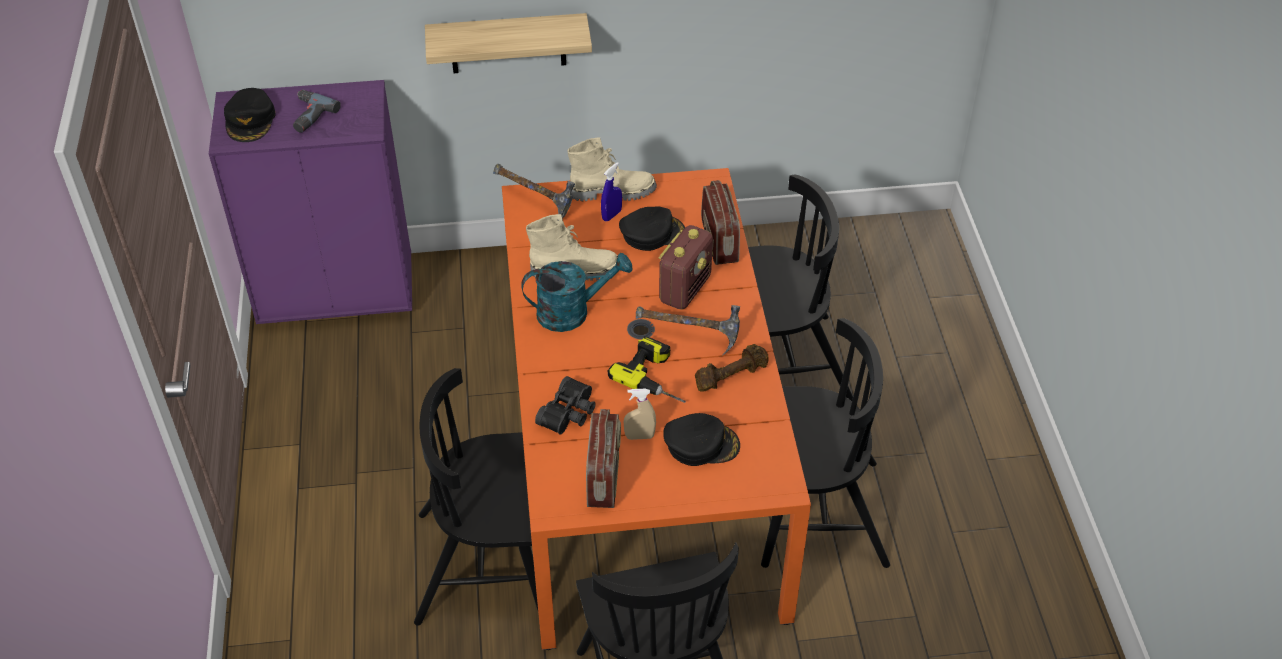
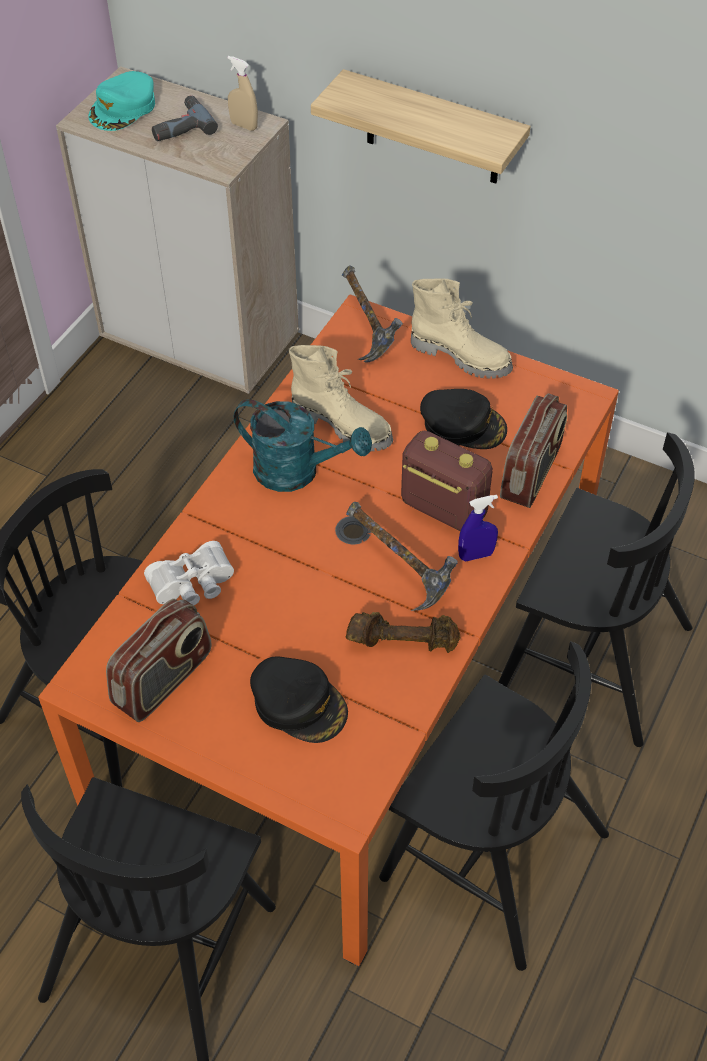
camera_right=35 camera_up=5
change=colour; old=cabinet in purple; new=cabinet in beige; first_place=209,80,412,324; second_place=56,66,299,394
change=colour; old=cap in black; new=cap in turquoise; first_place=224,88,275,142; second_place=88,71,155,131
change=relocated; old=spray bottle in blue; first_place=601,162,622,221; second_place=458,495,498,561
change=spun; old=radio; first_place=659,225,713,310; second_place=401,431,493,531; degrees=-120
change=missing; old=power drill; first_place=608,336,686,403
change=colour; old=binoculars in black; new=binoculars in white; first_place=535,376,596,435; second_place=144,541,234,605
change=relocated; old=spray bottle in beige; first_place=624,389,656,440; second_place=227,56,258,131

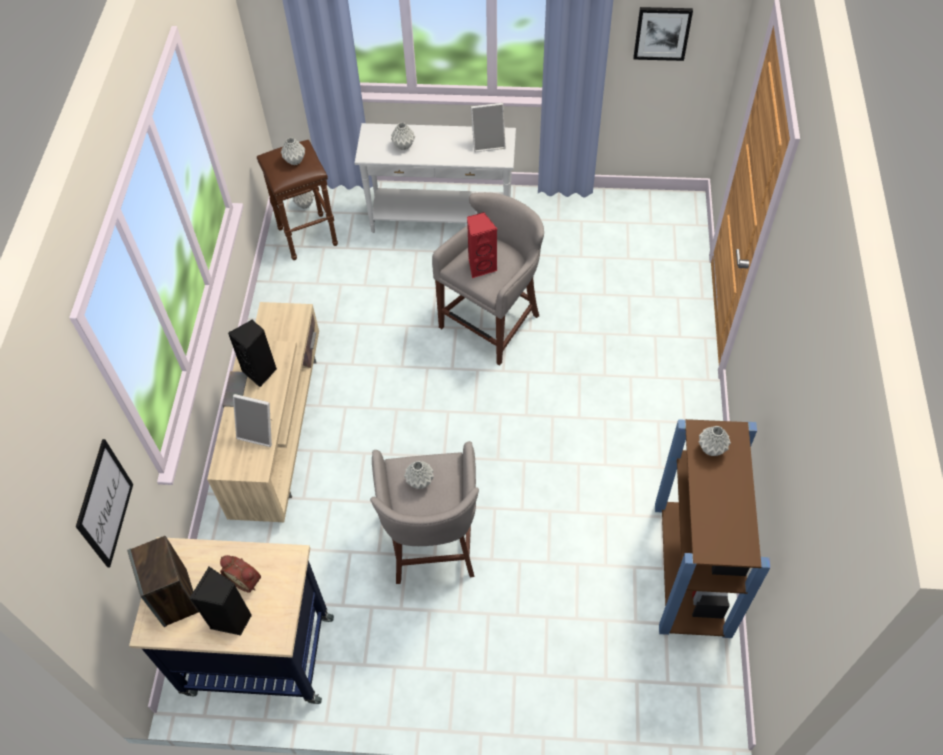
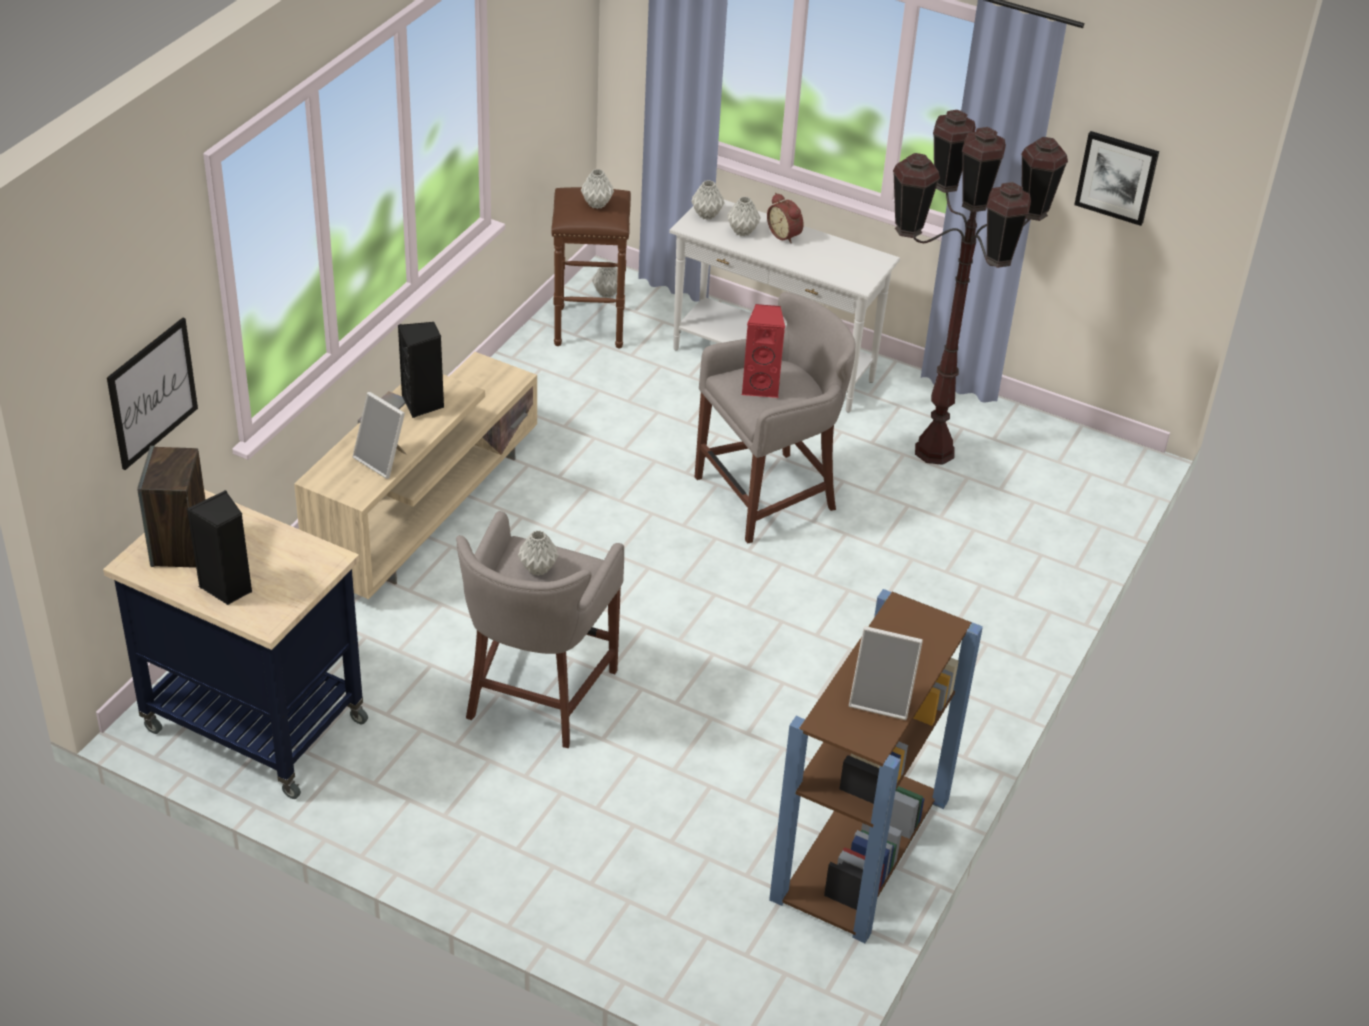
camera_right=20 camera_up=-15
change=relocated; old=picture frame; first_place=471,103,506,152; second_place=849,626,923,720
change=relocated; old=vase in grey; first_place=699,426,731,456; second_place=691,180,725,220
change=relocated; old=alarm clock; first_place=220,555,261,593; second_place=767,193,804,243
change=appeared; new=floor lamp in brown; second_place=893,110,1068,465

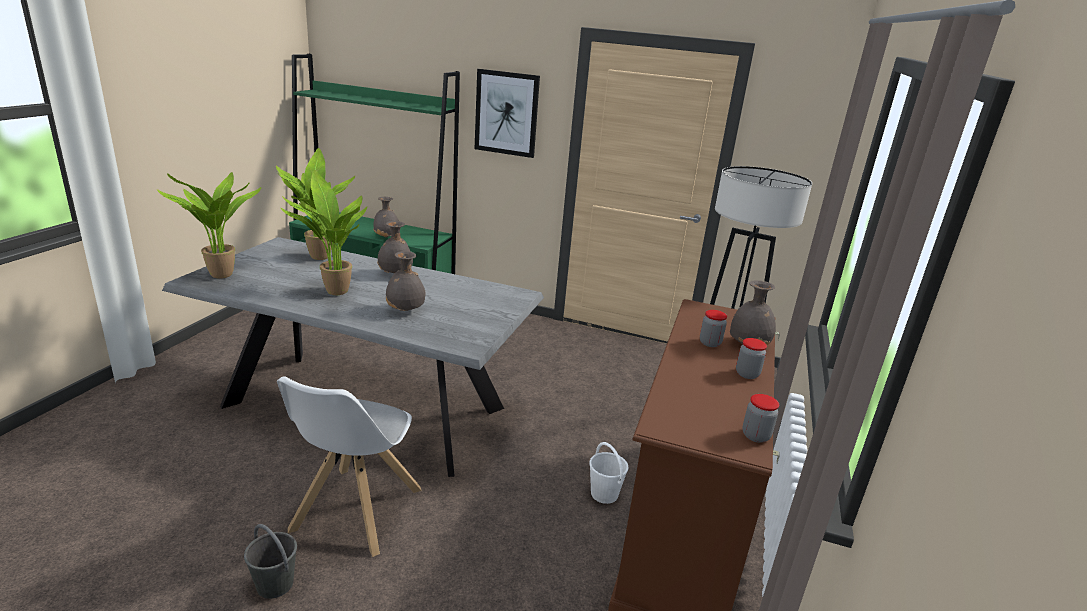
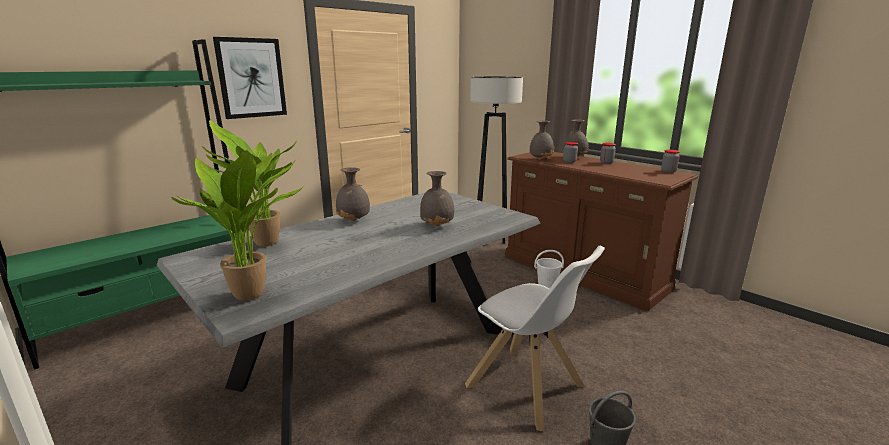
camera_right=-60 camera_up=-5
change=missing; old=potted plant; first_place=281,170,367,295
change=relocated; old=vase in grey; first_place=373,197,399,237; second_place=530,120,554,160

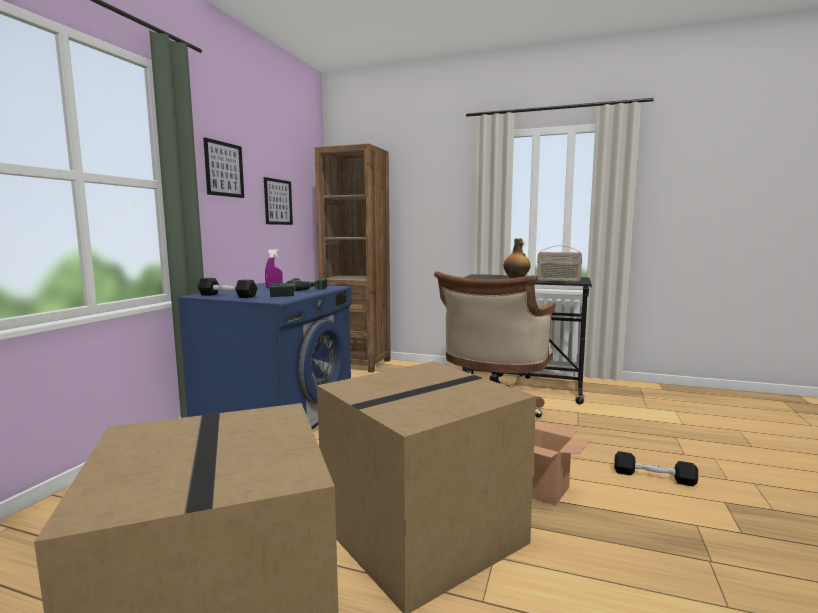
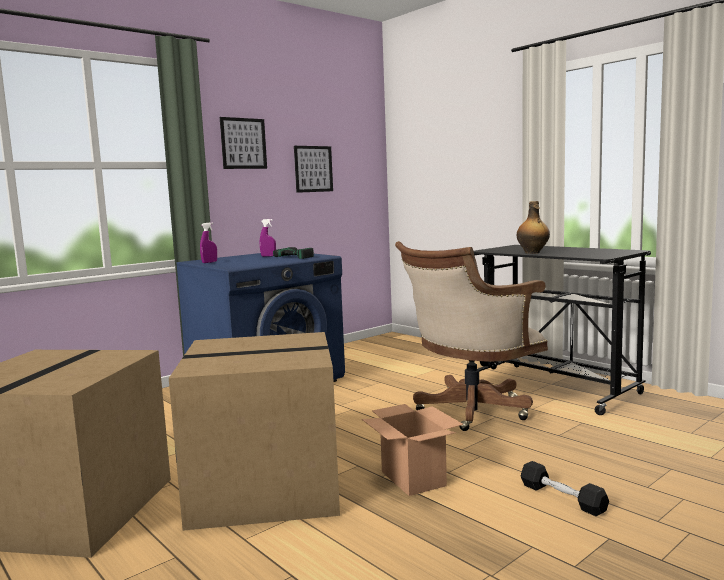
camera_right=30 camera_up=0
change=missing; old=bookcase in brown; first_place=315,144,391,373
change=missing; old=radio; first_place=537,246,582,282
change=exchanged; old=dumbbell in black; new=spray bottle in purple; first_place=198,278,257,298; second_place=200,222,217,263
change=missing; old=power drill; first_place=270,282,316,297

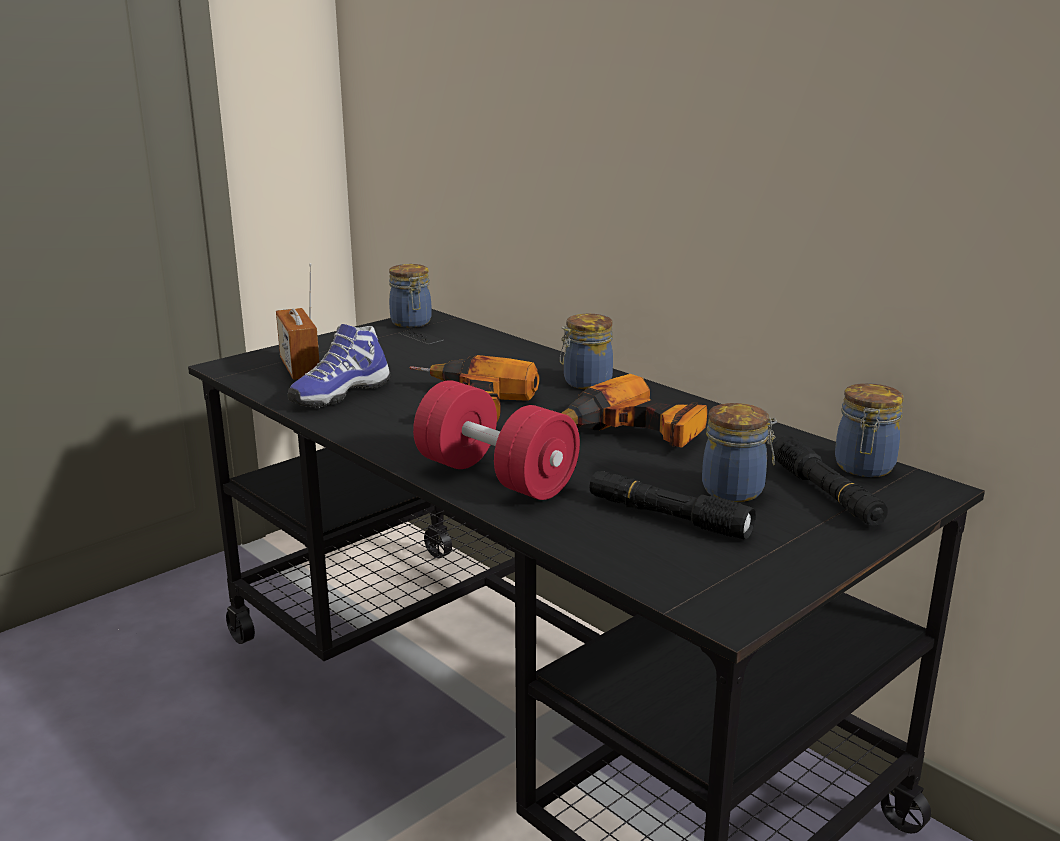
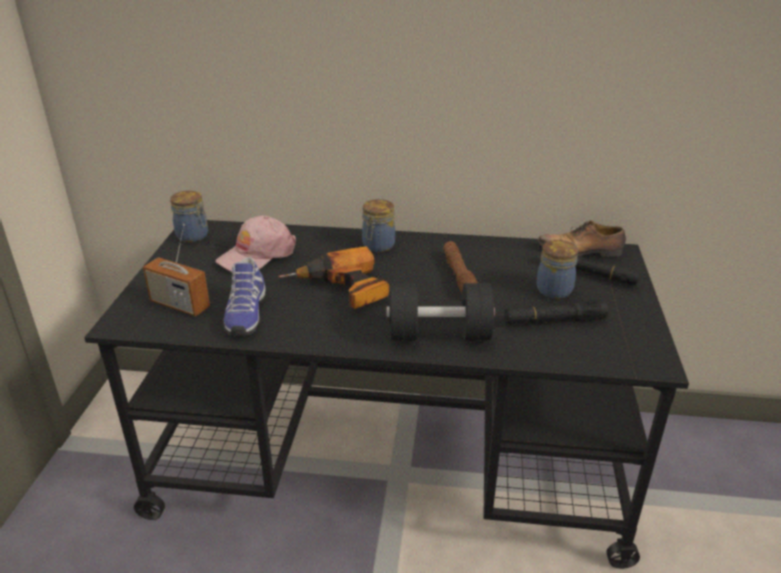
camera_right=-40 camera_up=10
change=exchanged; old=power drill; new=flashlight in brown; first_place=562,374,707,448; second_place=443,241,478,294
change=colour; old=dumbbell in red; new=dumbbell in black; first_place=413,380,580,500; second_place=386,283,495,340
change=exchanged; old=jar; new=shoe; first_place=835,383,904,477; second_place=538,220,626,257
change=appeared; new=cap in pink; second_place=215,215,296,272

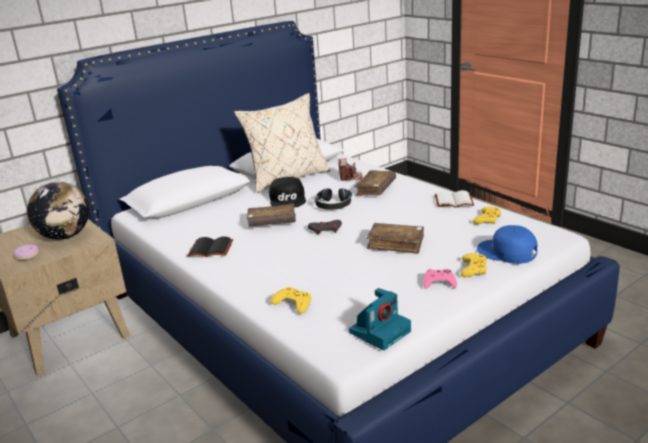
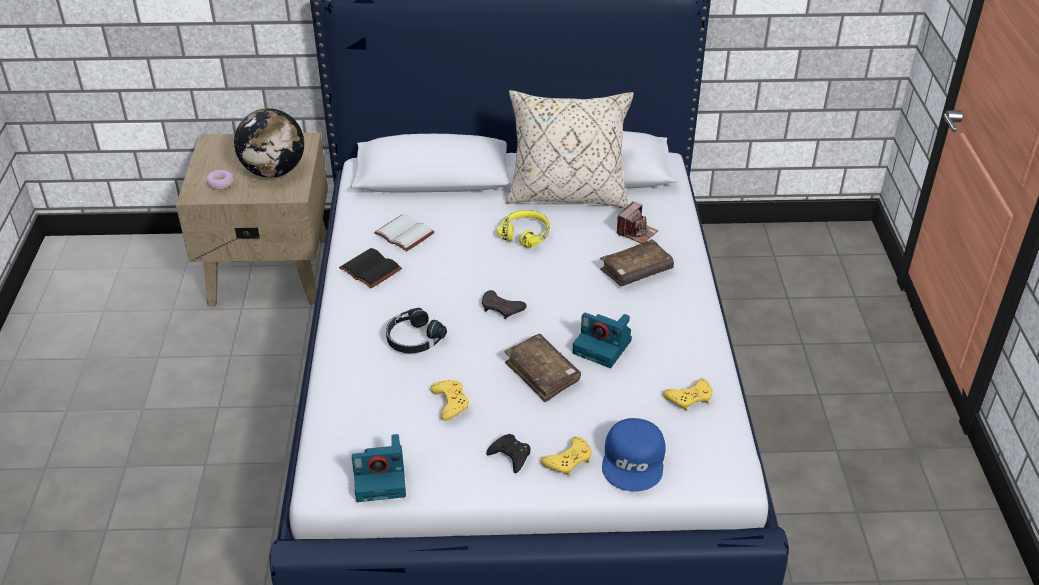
camera_right=35 camera_up=15
change=exchanged; old=cap in black; new=headphones in yellow; first_place=269,177,306,208; second_place=498,210,550,248
change=relocated; old=headphones in black; first_place=315,188,352,210; second_place=386,308,447,354
change=relocated; old=book in white; first_place=435,190,474,208; second_place=374,214,435,251
change=missing; old=book in brown; first_place=247,203,296,227
change=spun; old=cap in blue; first_place=477,225,537,264; second_place=602,418,666,492; degrees=-150
change=colour; old=game controller in pink; new=game controller in black; first_place=423,269,457,289; second_place=486,434,531,473
change=relocated; old=game controller in yellow; first_place=270,287,311,314; second_place=430,380,469,421
change=appeared; new=photo camera; second_place=573,312,632,368

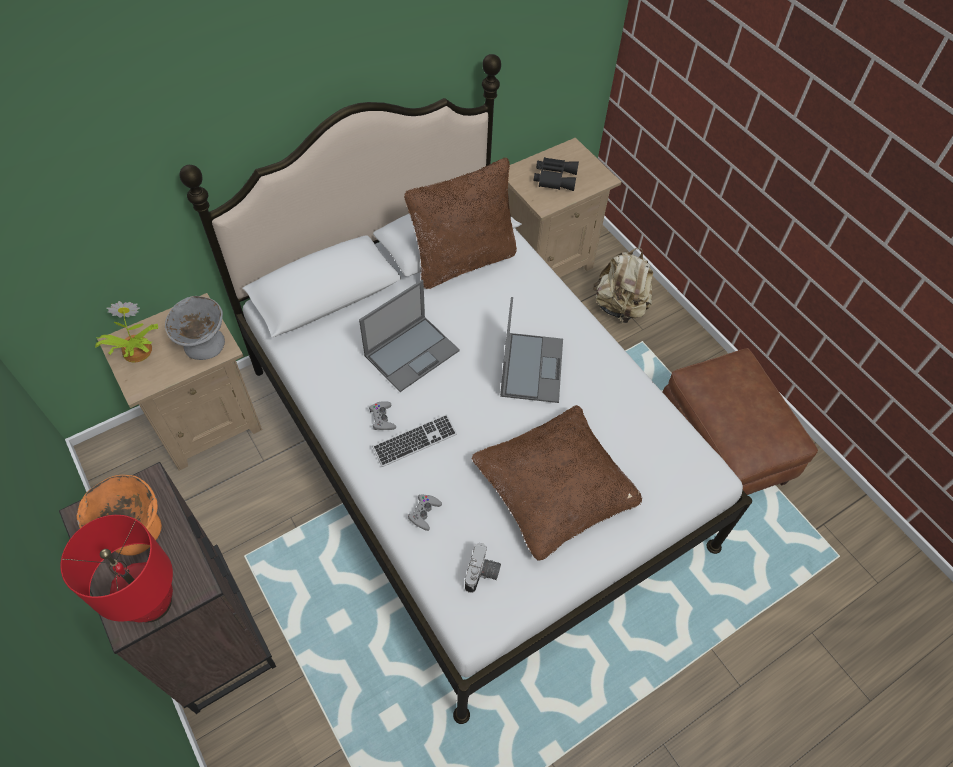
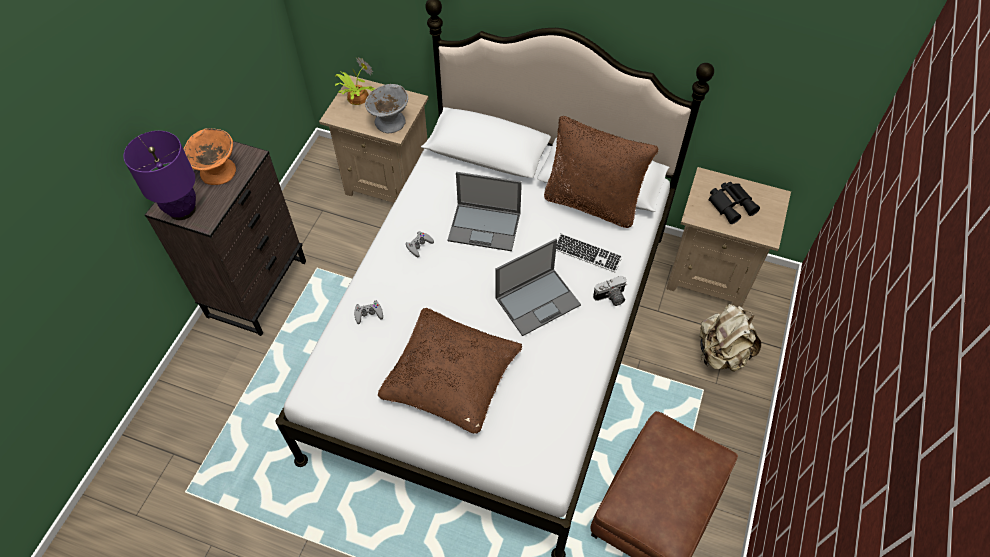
camera_right=55 camera_up=0
change=relocated; old=keyboard; first_place=372,414,457,467; second_place=556,233,623,272
change=colour; old=table lamp in red; new=table lamp in purple; first_place=60,515,173,622; second_place=124,131,196,220
change=relocated; old=photo camera; first_place=465,543,501,593; second_place=593,276,626,306

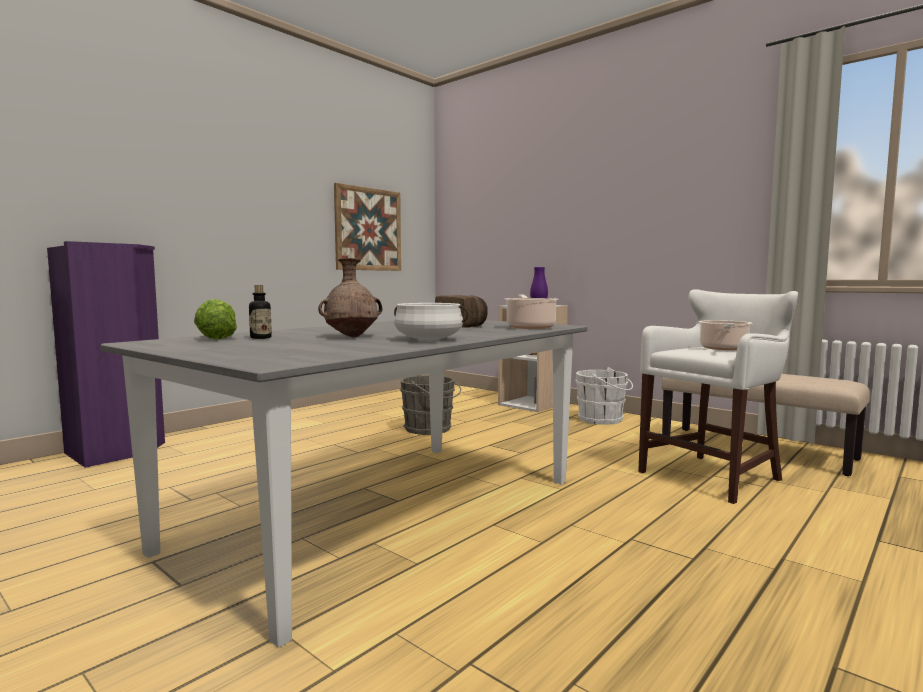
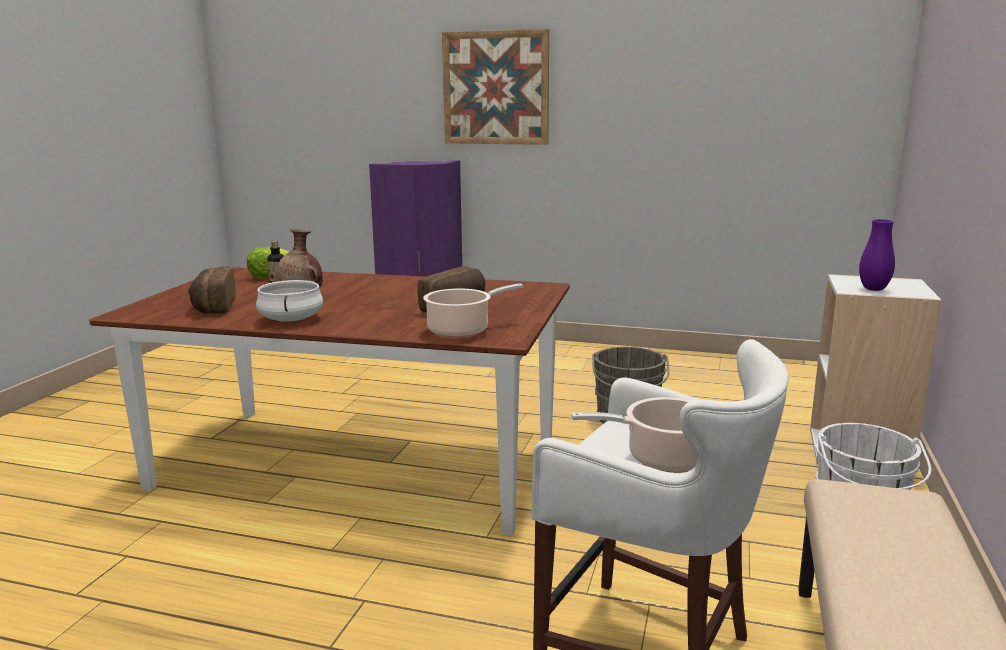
camera_right=65 camera_up=10
change=relocated; old=picture; first_place=334,183,401,271; second_place=442,29,549,145
change=colour; old=dining table in grey; new=dining table in brown; first_place=100,320,588,648; second_place=89,267,570,535
change=appeared; new=bread; second_place=188,266,236,314

